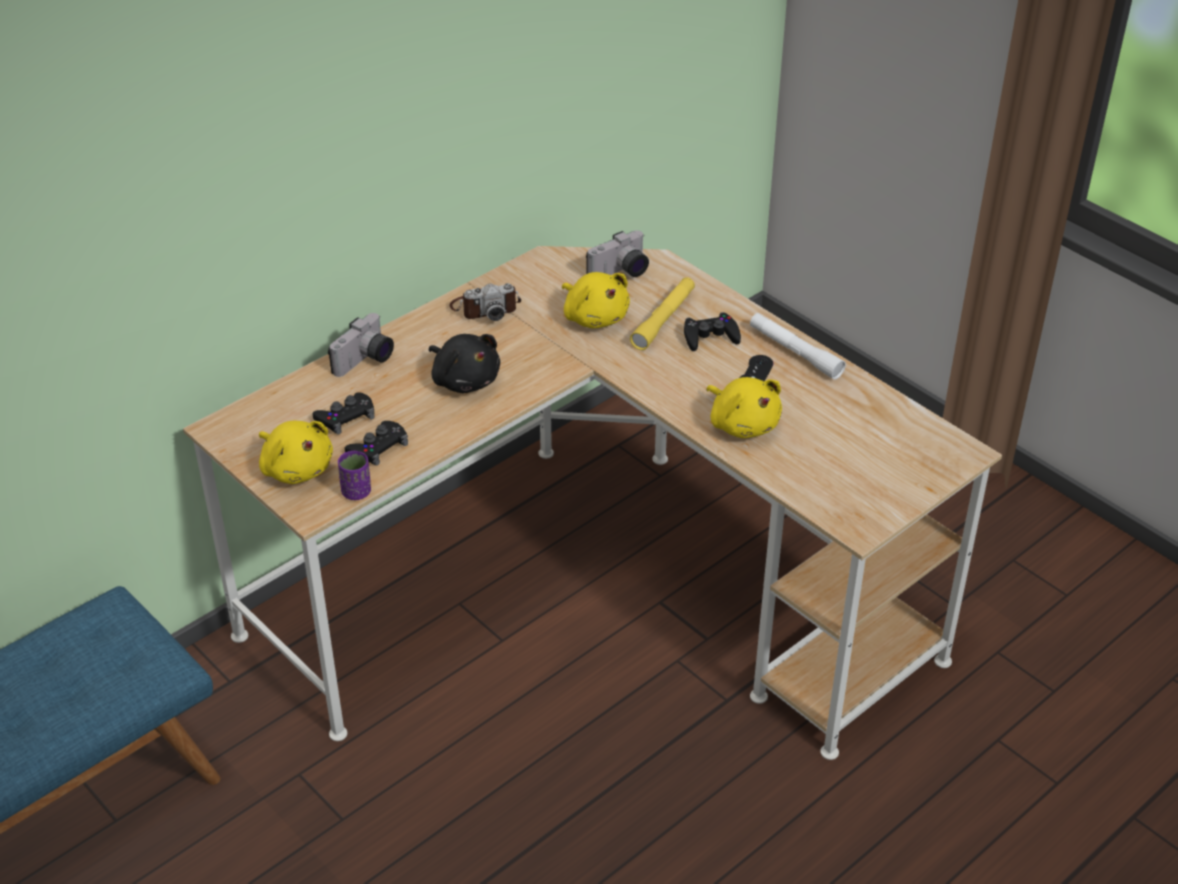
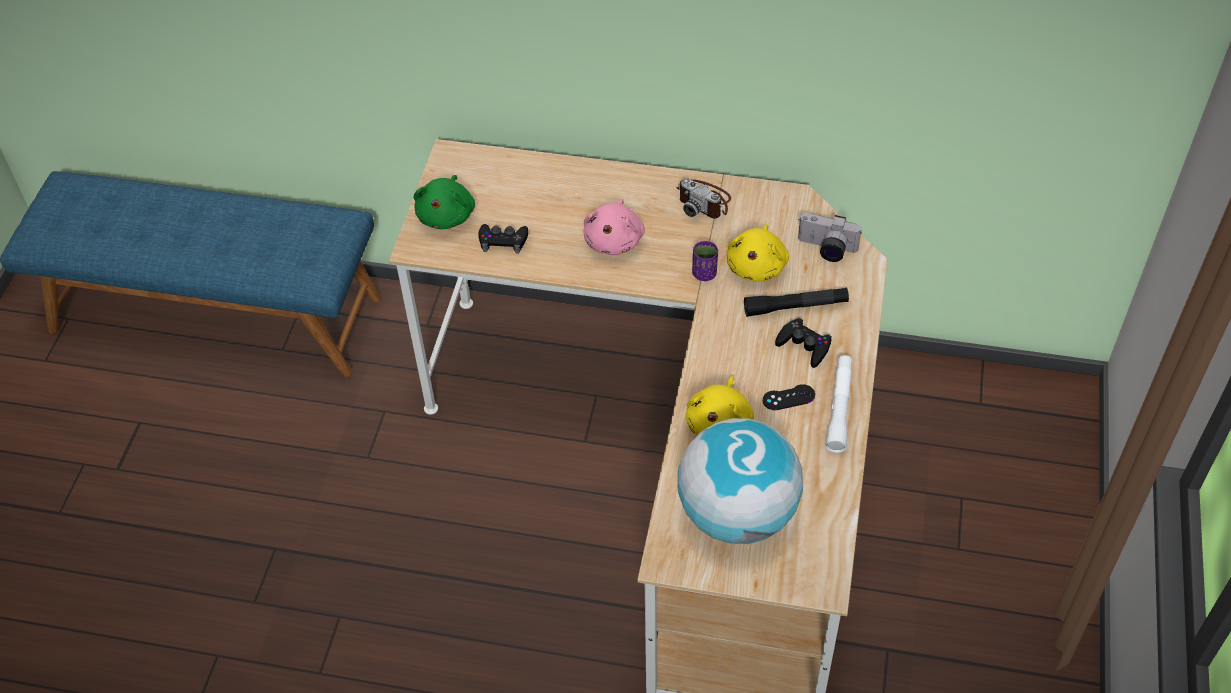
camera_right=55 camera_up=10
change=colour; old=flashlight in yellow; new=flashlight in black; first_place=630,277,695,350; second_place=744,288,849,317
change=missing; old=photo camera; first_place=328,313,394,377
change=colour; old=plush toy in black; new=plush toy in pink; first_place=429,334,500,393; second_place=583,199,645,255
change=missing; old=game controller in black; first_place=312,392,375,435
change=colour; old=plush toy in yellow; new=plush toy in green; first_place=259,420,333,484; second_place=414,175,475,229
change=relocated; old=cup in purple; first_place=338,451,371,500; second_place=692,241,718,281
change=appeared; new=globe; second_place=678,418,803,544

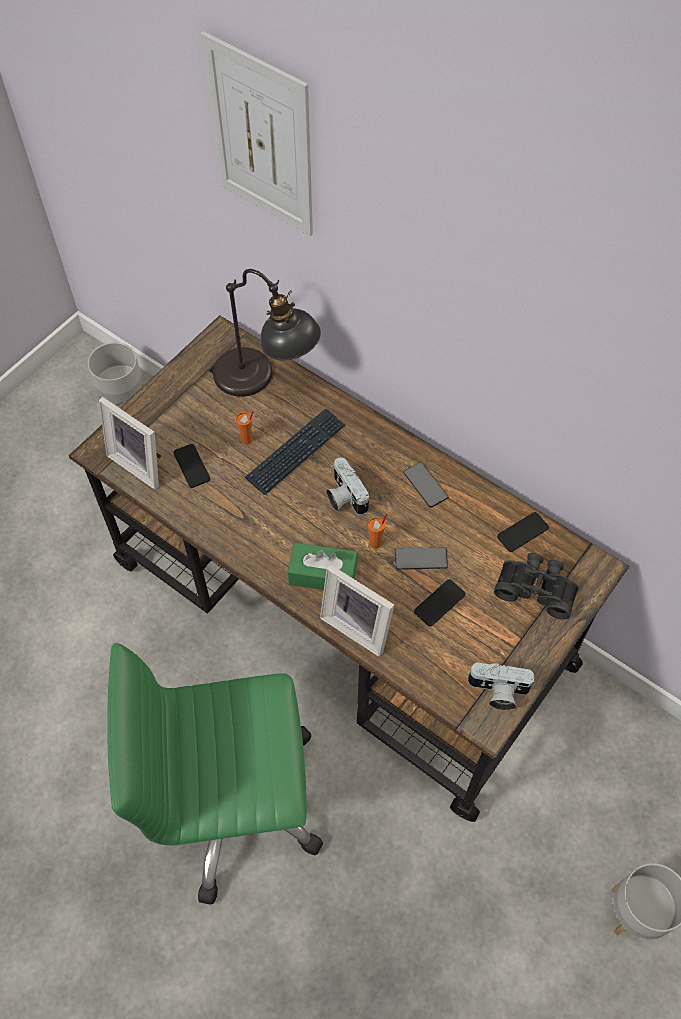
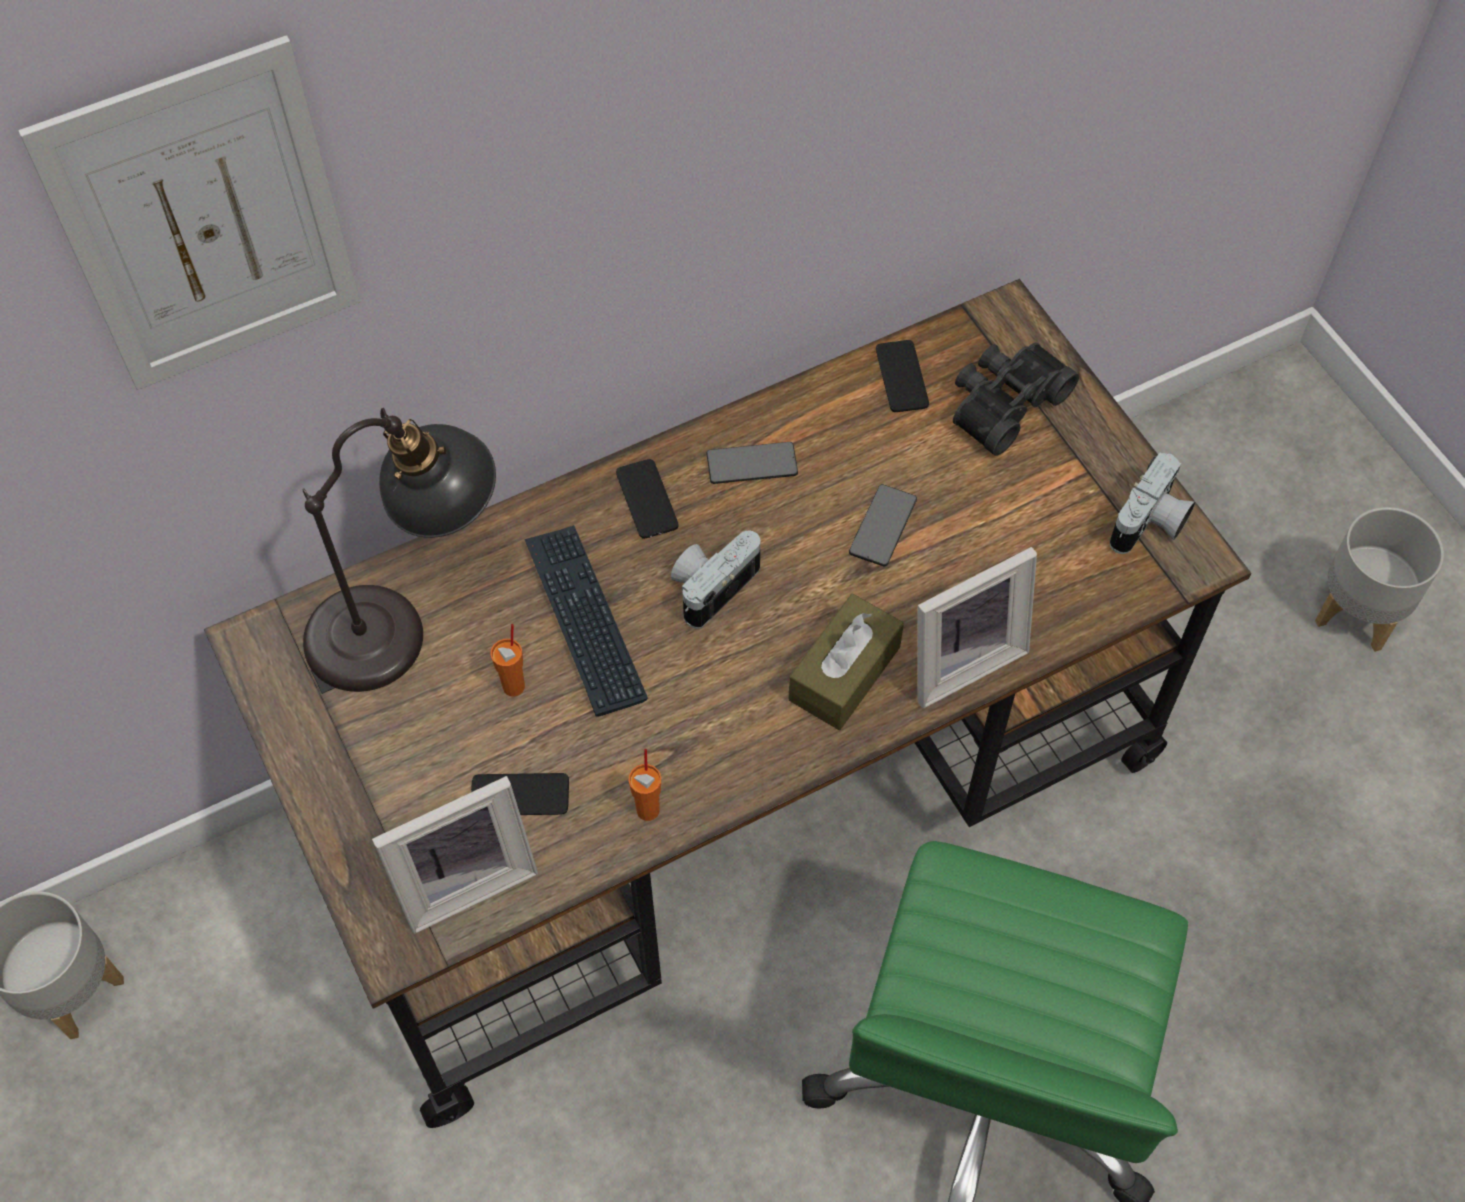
camera_right=-65 camera_up=0
change=spun; old=photo camera; first_place=327,457,369,515; second_place=671,530,760,629; degrees=135
change=relocated; old=cup in orange; first_place=368,514,388,549; second_place=629,749,661,821
change=colour; old=tissue box in green; new=tissue box in brown; first_place=288,543,358,590; second_place=789,594,904,730
change=relocated; old=phone; first_place=414,579,465,626; second_place=616,459,679,539

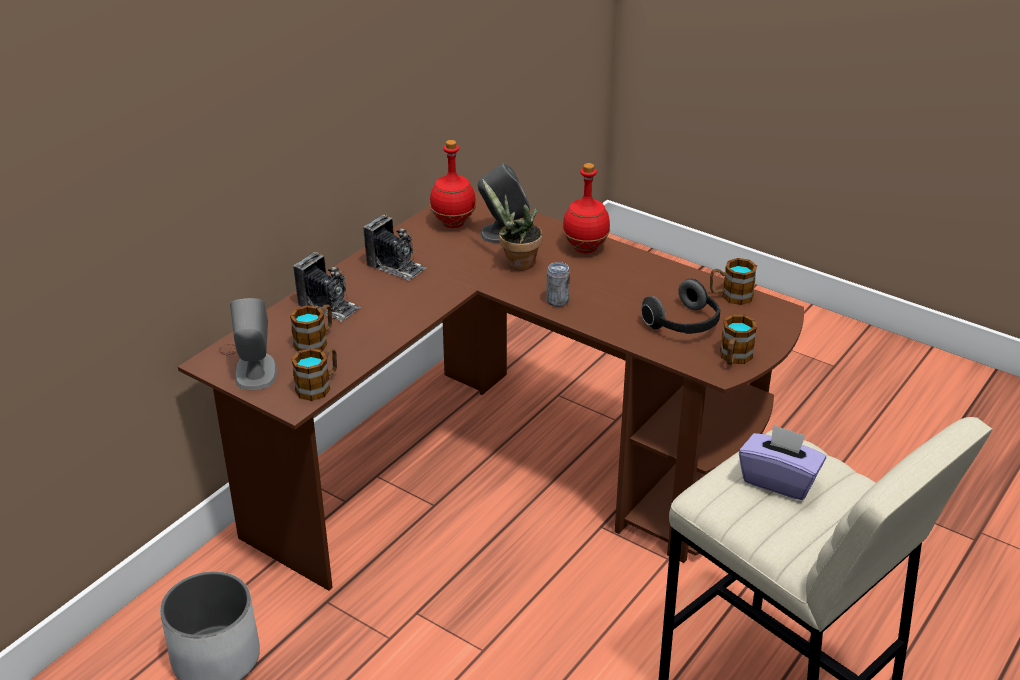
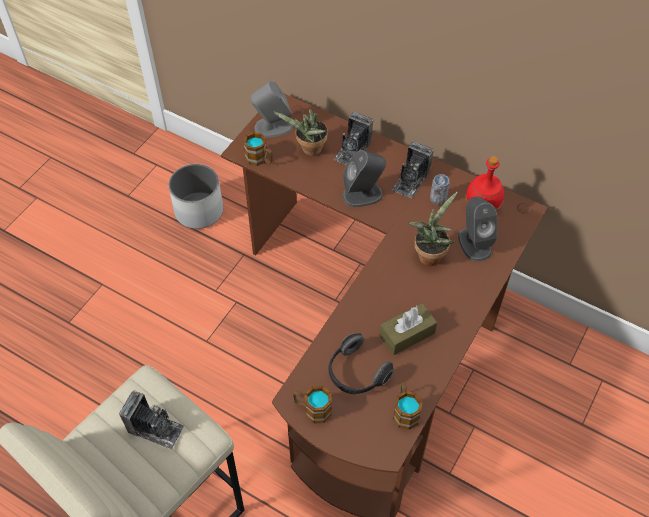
camera_right=85 camera_up=20
change=missing; old=bottle in red; first_place=563,163,610,253
change=relocated; old=can; first_place=546,262,570,307; second_place=430,174,450,205
change=exchanged; old=mug; new=potted plant; first_place=290,304,332,352; second_place=273,109,328,156
change=exchanged; old=tissue box in purple; new=photo camera; first_place=739,424,826,500; second_place=119,390,184,450
change=appeared; new=speaker in grey; second_place=342,150,386,207
change=appeared; new=tissue box in brown; second_place=379,303,437,355

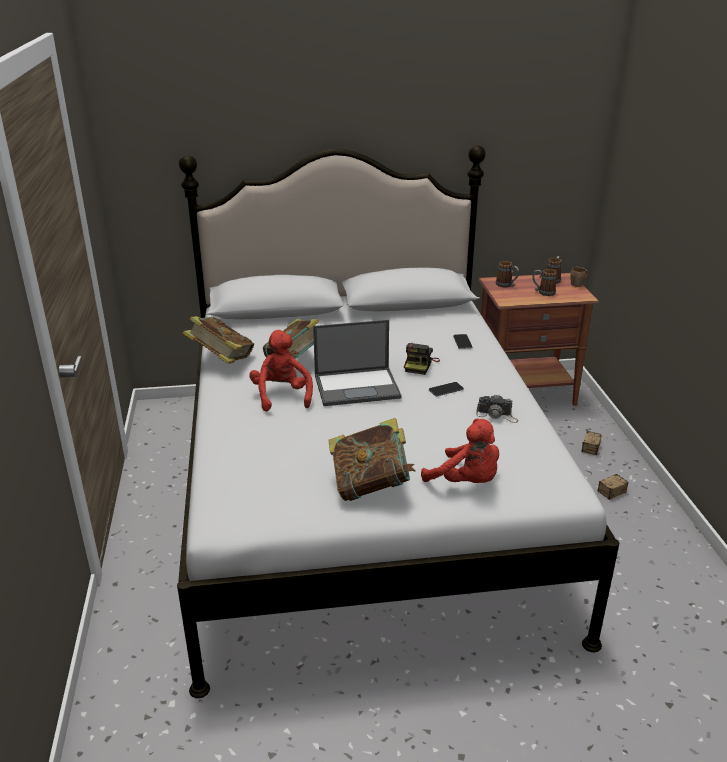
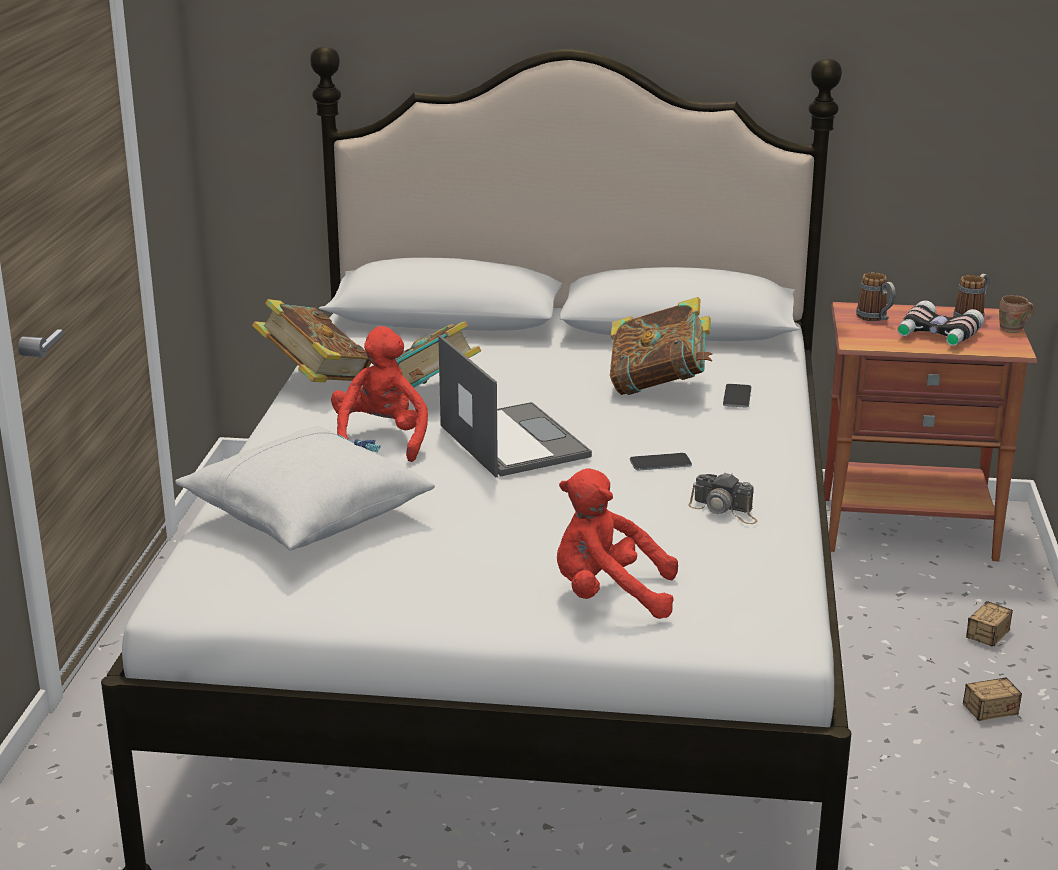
camera_right=15 camera_up=-5
change=exchanged; old=mug; new=binoculars; first_place=532,269,557,296; second_place=897,300,984,346
change=spun; old=laptop; first_place=313,320,402,406; second_place=438,335,592,477; degrees=-120
change=missing; old=photo camera; first_place=404,343,440,375
change=relocated; old=book; first_place=328,418,416,501; second_place=610,297,713,395
change=spun; old=plush toy in red; first_place=421,419,499,483; second_place=557,469,678,619; degrees=135
change=appeared; new=pillow in grey; second_place=175,425,435,550

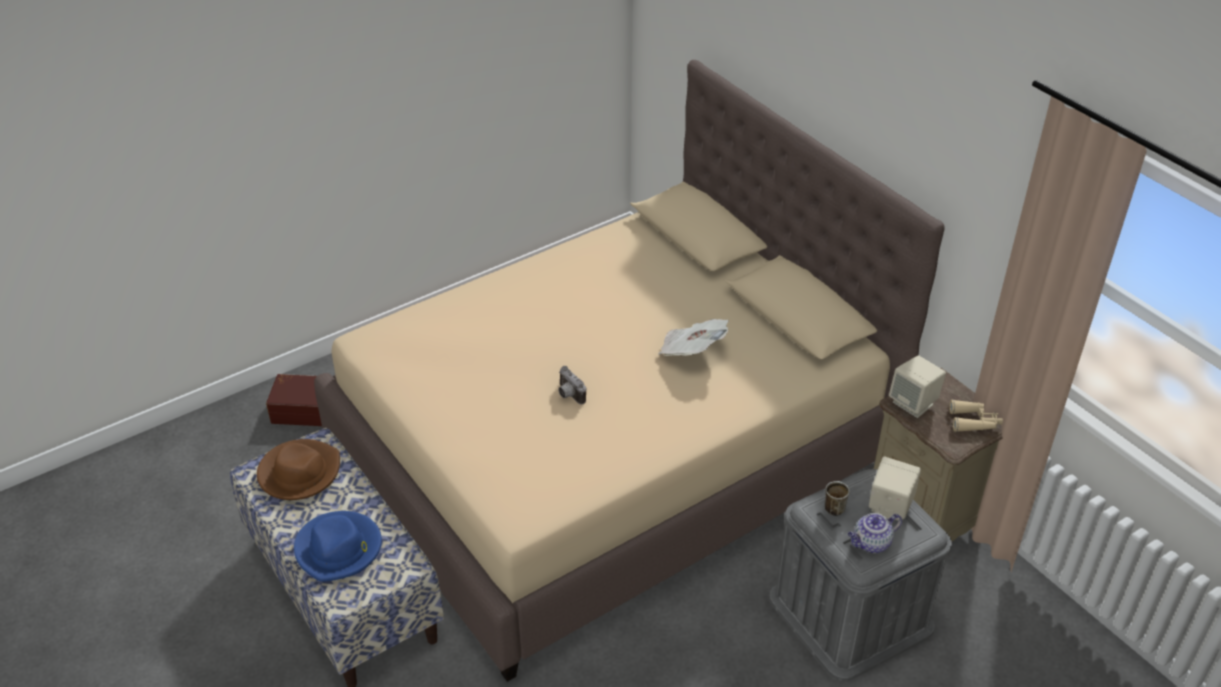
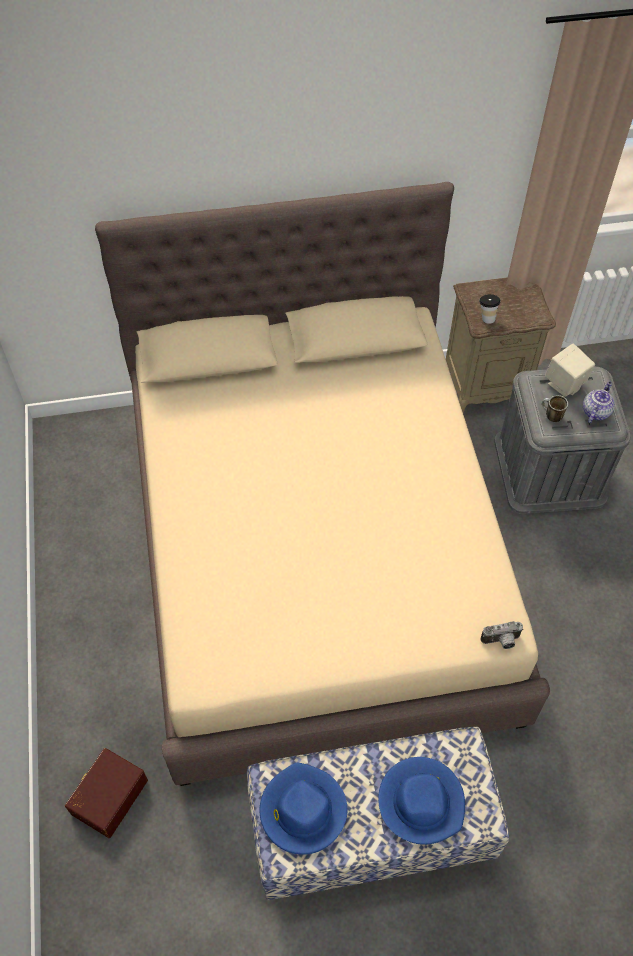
camera_right=-65 camera_up=15
change=missing; old=newspaper; first_place=658,319,728,356
change=exchanged; old=speaker in beige; new=cup; first_place=889,355,946,418; second_place=479,294,501,324
change=relocated; old=photo camera; first_place=558,366,586,404; second_place=480,621,524,649
change=missing; old=binoculars in beige; first_place=949,400,1003,432
change=colour; old=hat in brown; new=hat in blue; first_place=257,439,340,500; second_place=260,763,347,855
change=spun; old=teapot; first_place=848,513,902,553; second_place=583,381,615,423; degrees=-150

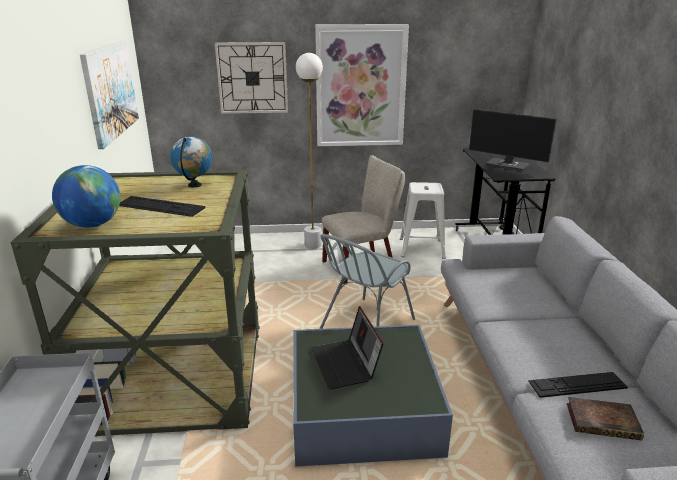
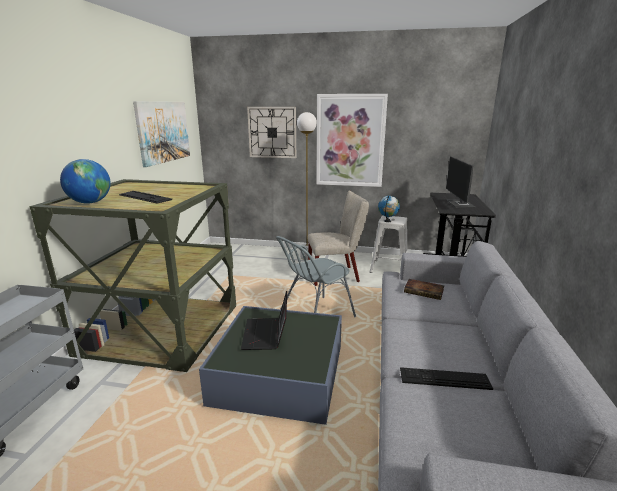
camera_right=15 camera_up=-5
change=spun; old=monitor; first_place=469,109,557,171; second_place=446,156,476,208; degrees=45
change=relocated; old=globe; first_place=170,137,212,188; second_place=378,196,400,222
change=relocated; old=book; first_place=567,397,644,441; second_place=404,279,444,300

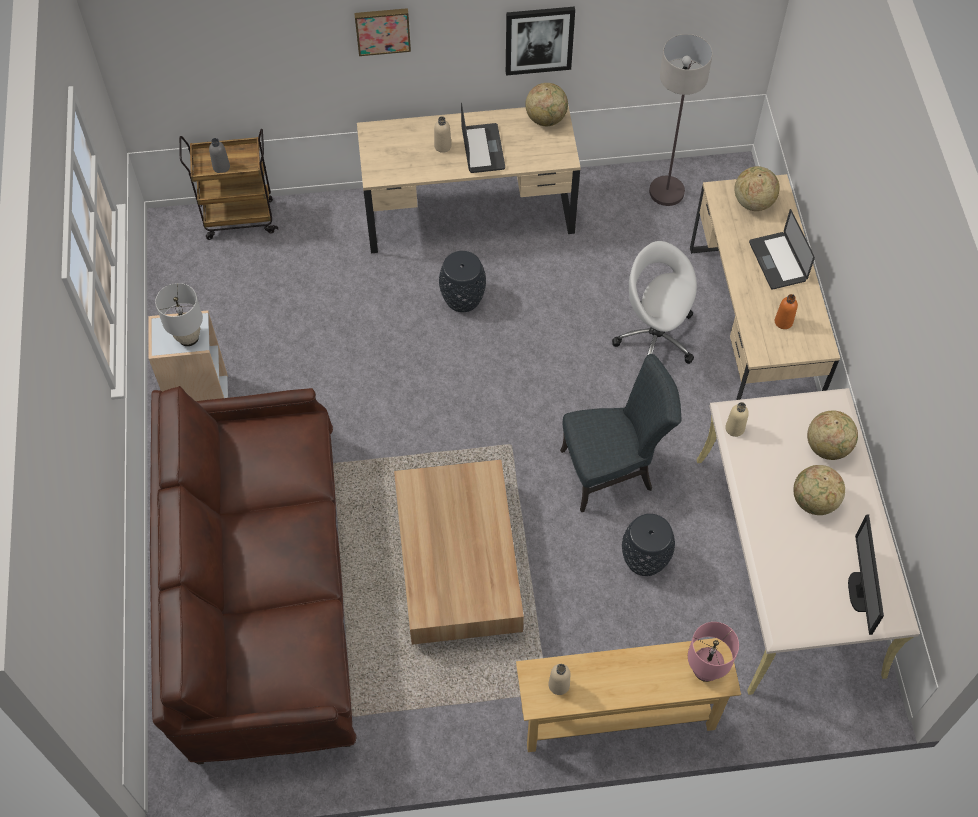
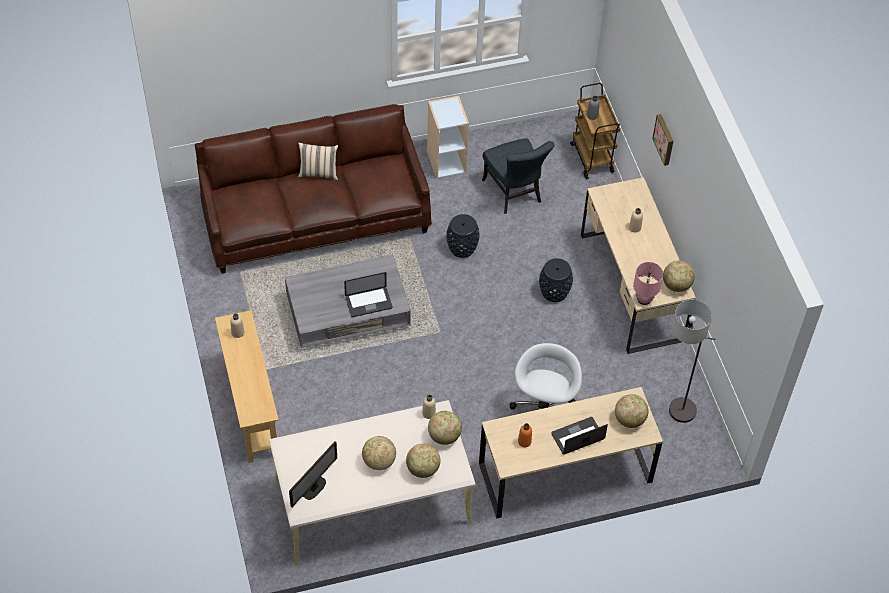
camera_right=80 camera_up=-5
change=missing; old=picture; first_place=506,7,575,76
change=relocated; old=laptop; first_place=461,103,505,173; second_place=344,272,393,317
change=missing; old=table lamp in white; first_place=155,283,203,346
change=relocated; old=chair in grey; first_place=560,354,681,512; second_place=482,138,555,214
change=colour; old=coffee table in brown; new=coffee table in grey; first_place=394,459,524,645; second_place=285,255,411,348
change=relocated; old=stool in black; first_place=622,514,675,576; second_place=446,214,479,258
change=spun; old=monitor; first_place=848,515,884,635; second_place=289,441,337,507; degrees=135
change=relocated; old=table lamp in pink; first_place=688,622,739,682; second_place=633,262,663,305
change=appeared; new=pillow in beige; second_place=298,142,338,180
change=appeared; new=globe; second_place=428,411,462,445

